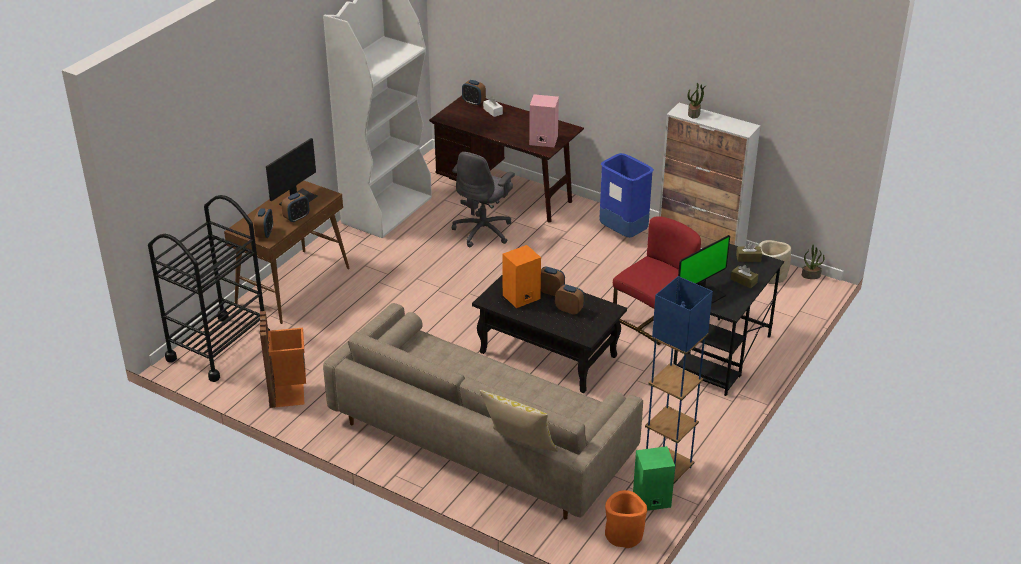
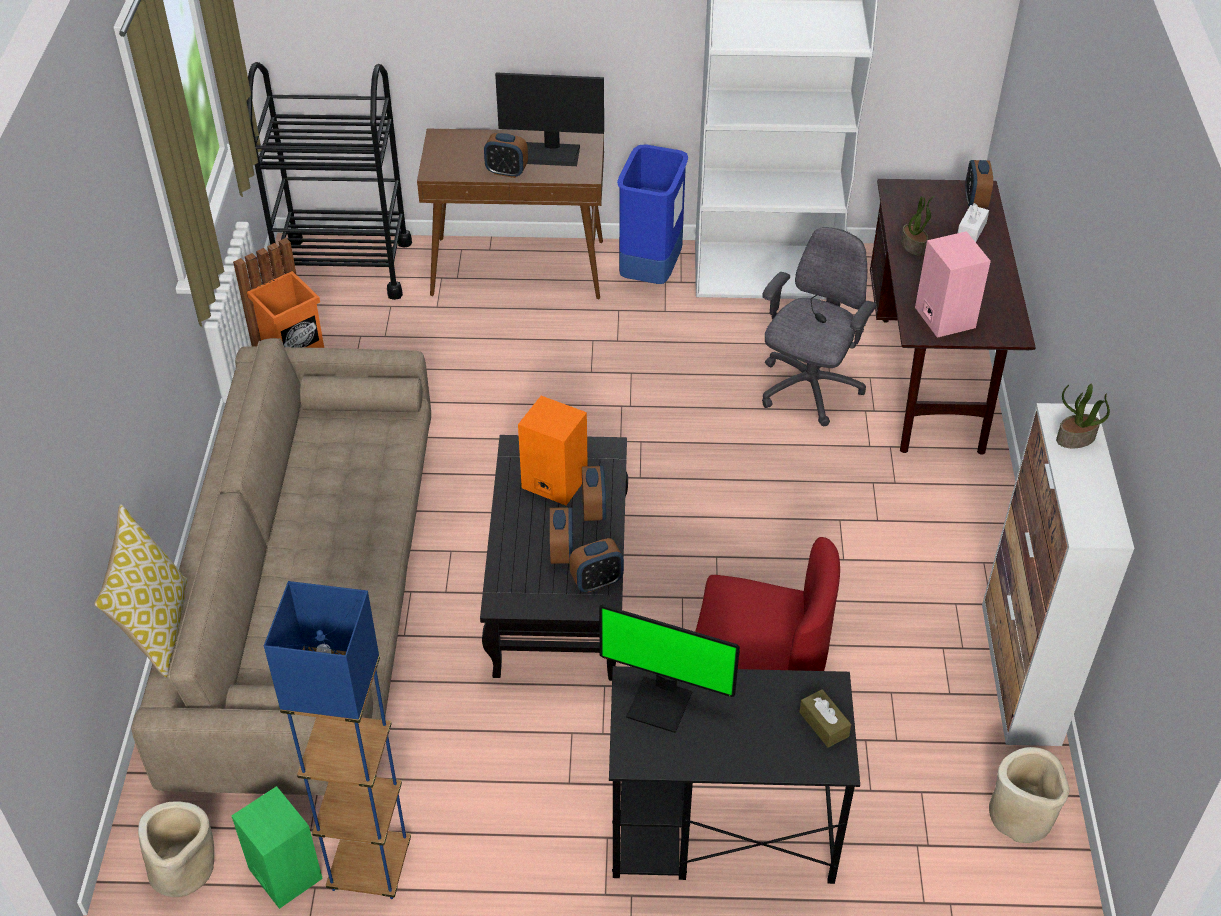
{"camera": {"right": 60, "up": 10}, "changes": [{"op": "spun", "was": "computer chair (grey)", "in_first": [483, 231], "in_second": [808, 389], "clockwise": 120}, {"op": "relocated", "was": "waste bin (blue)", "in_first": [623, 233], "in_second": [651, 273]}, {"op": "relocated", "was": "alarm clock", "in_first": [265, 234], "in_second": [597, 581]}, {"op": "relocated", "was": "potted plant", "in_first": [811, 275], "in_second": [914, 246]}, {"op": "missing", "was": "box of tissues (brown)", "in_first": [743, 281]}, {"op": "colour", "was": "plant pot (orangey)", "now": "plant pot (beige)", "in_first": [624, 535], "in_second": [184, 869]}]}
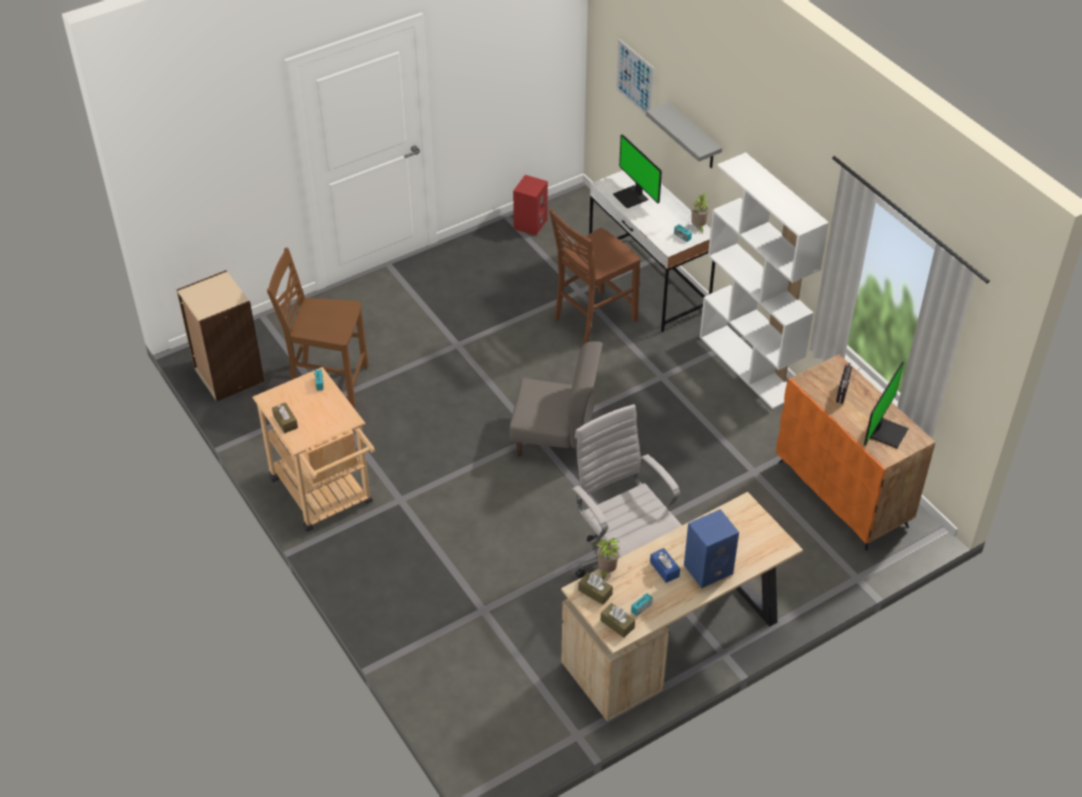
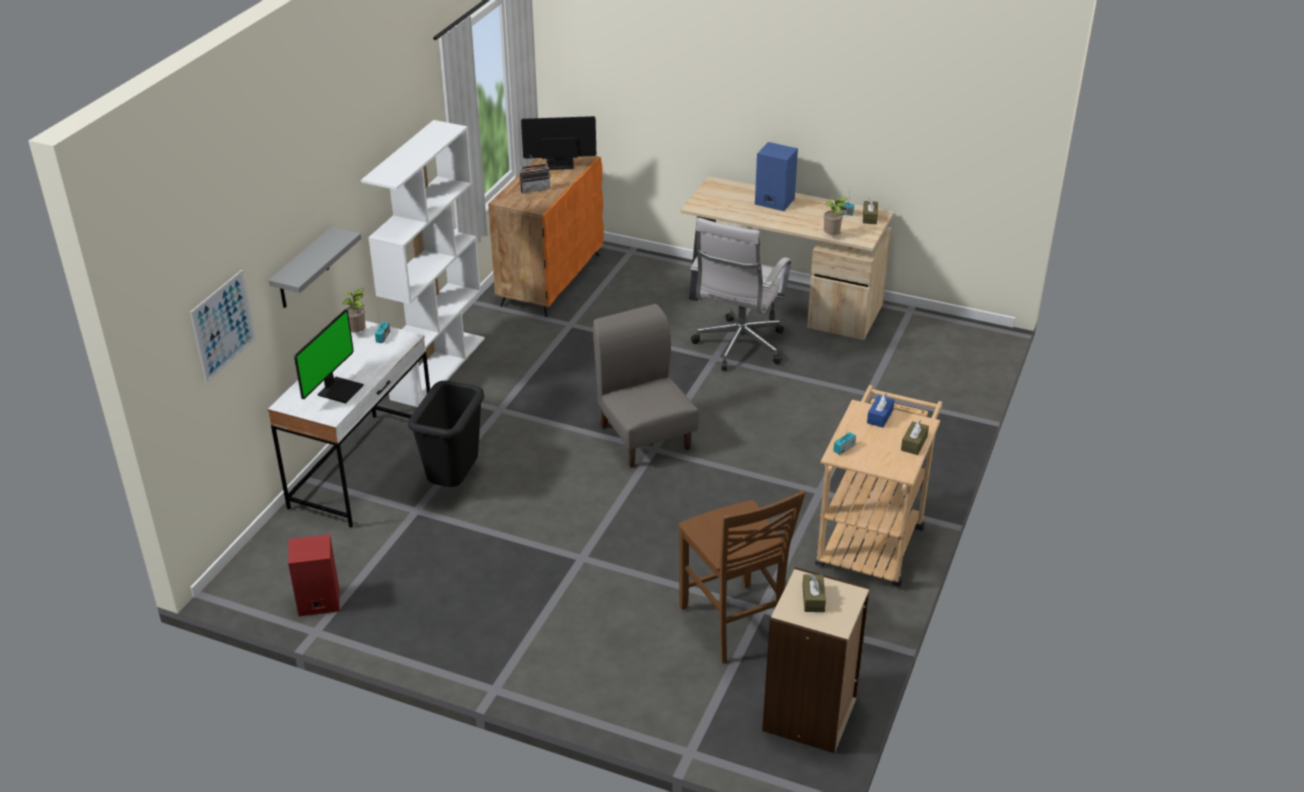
{"camera": {"right": -125, "up": -10}, "changes": [{"op": "exchanged", "was": "plain chair (brown)", "now": "waste bin (blackish)", "in_first": [593, 319], "in_second": [454, 483]}, {"op": "relocated", "was": "box of tissues (blue)", "in_first": [664, 569], "in_second": [880, 416]}, {"op": "relocated", "was": "box of tissues (brown)", "in_first": [595, 592], "in_second": [813, 599]}]}
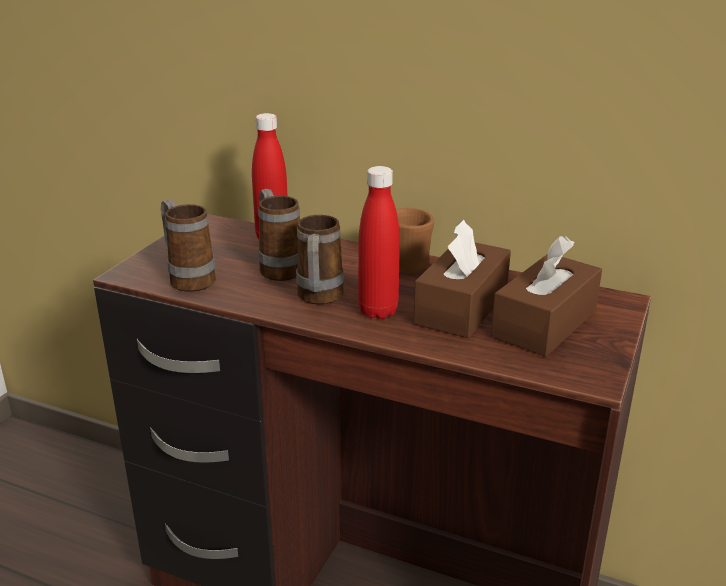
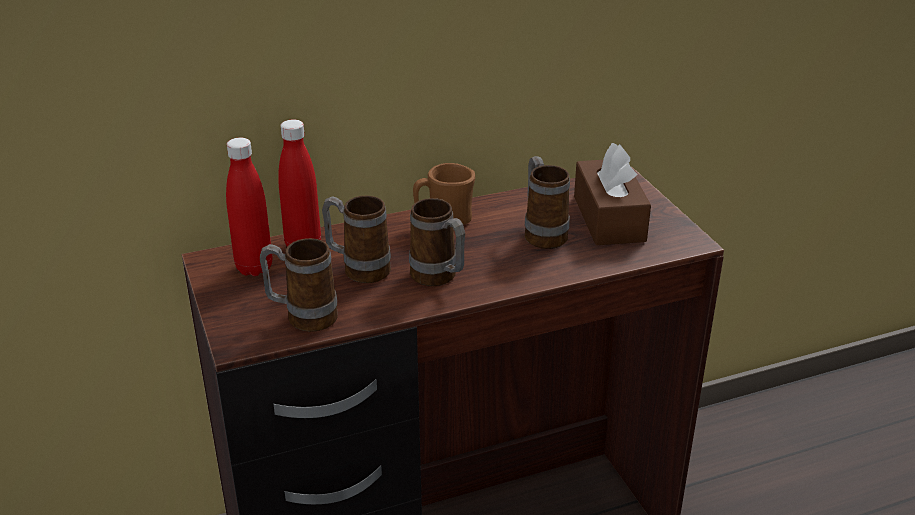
{"camera": {"right": -45, "up": 5}, "changes": [{"op": "relocated", "was": "bottle (red-coloured)", "in_first": [378, 311], "in_second": [254, 268]}, {"op": "exchanged", "was": "box of tissues (brown)", "now": "mug", "in_first": [461, 307], "in_second": [542, 233]}]}
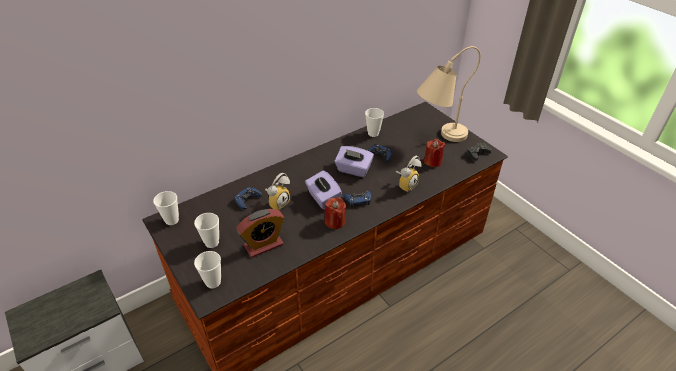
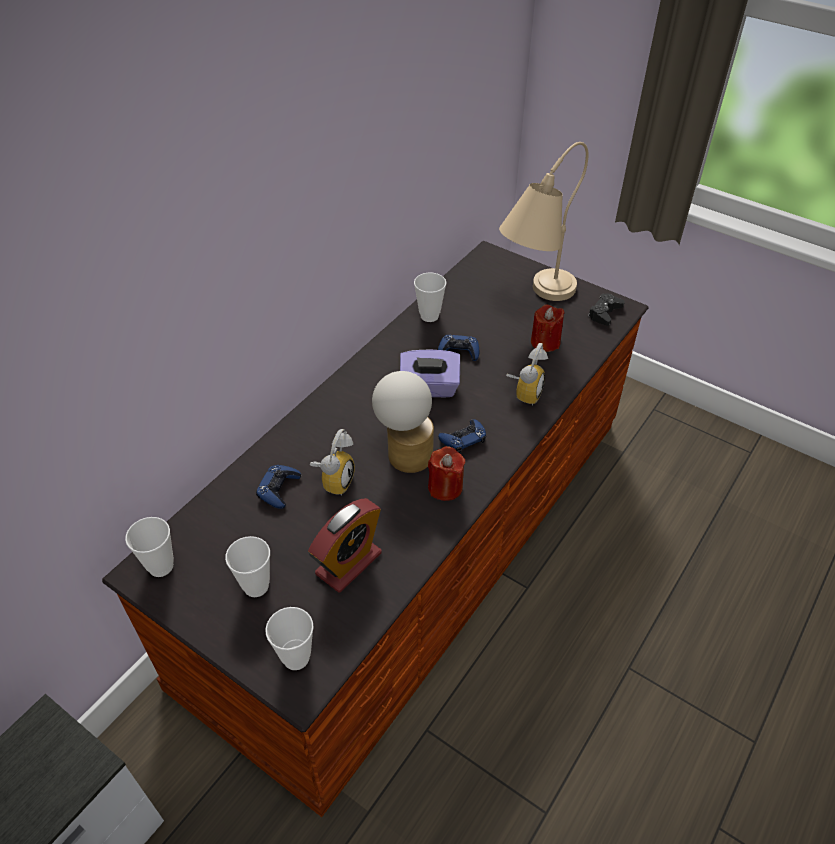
{"camera": {"right": -20, "up": 5}, "changes": [{"op": "exchanged", "was": "box of tissues (purplish)", "now": "table lamp", "in_first": [323, 198], "in_second": [405, 451]}]}
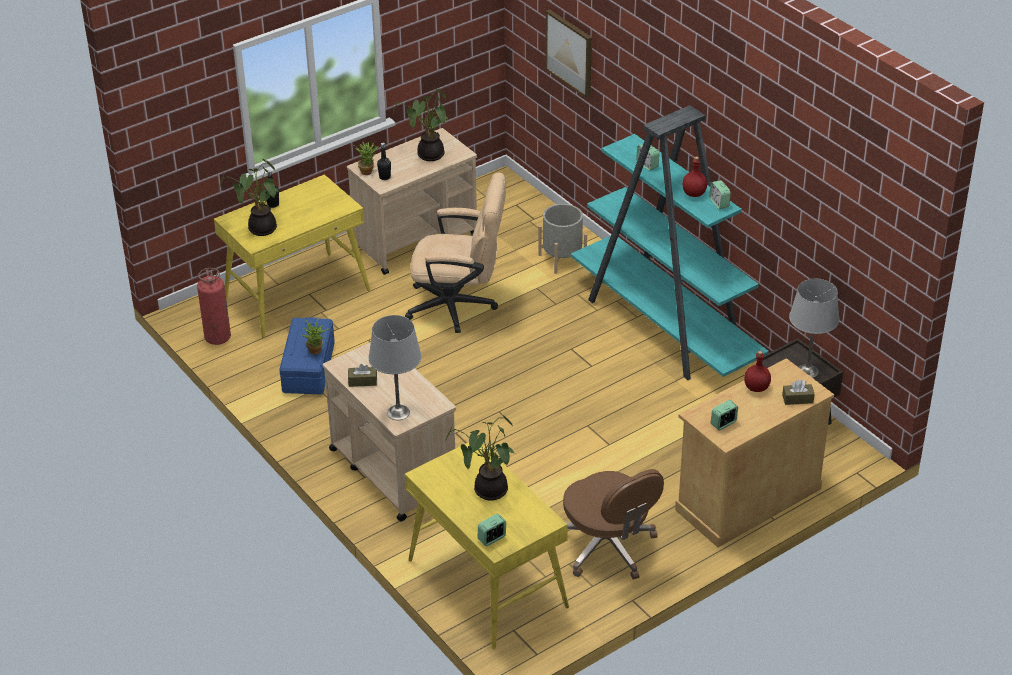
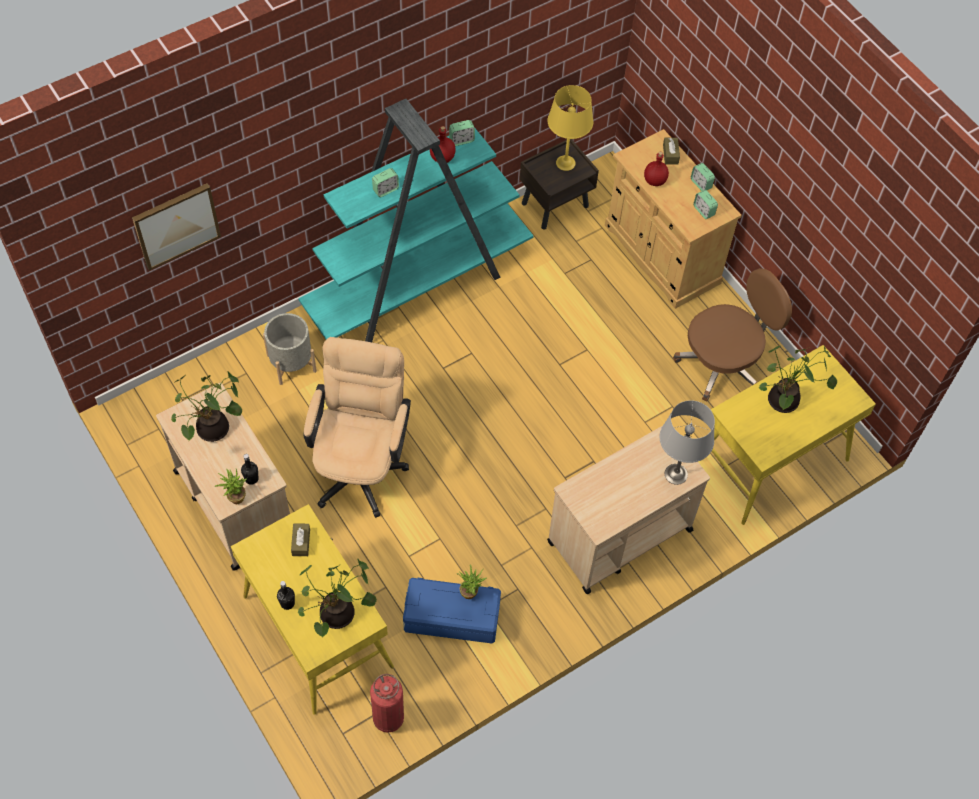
{"camera": {"right": -90, "up": 20}, "changes": [{"op": "colour", "was": "table lamp (grey)", "now": "table lamp (yellowish)", "in_first": [808, 371], "in_second": [565, 163]}, {"op": "relocated", "was": "box of tissues (brown)", "in_first": [362, 381], "in_second": [301, 542]}, {"op": "relocated", "was": "alarm clock", "in_first": [492, 538], "in_second": [701, 184]}]}
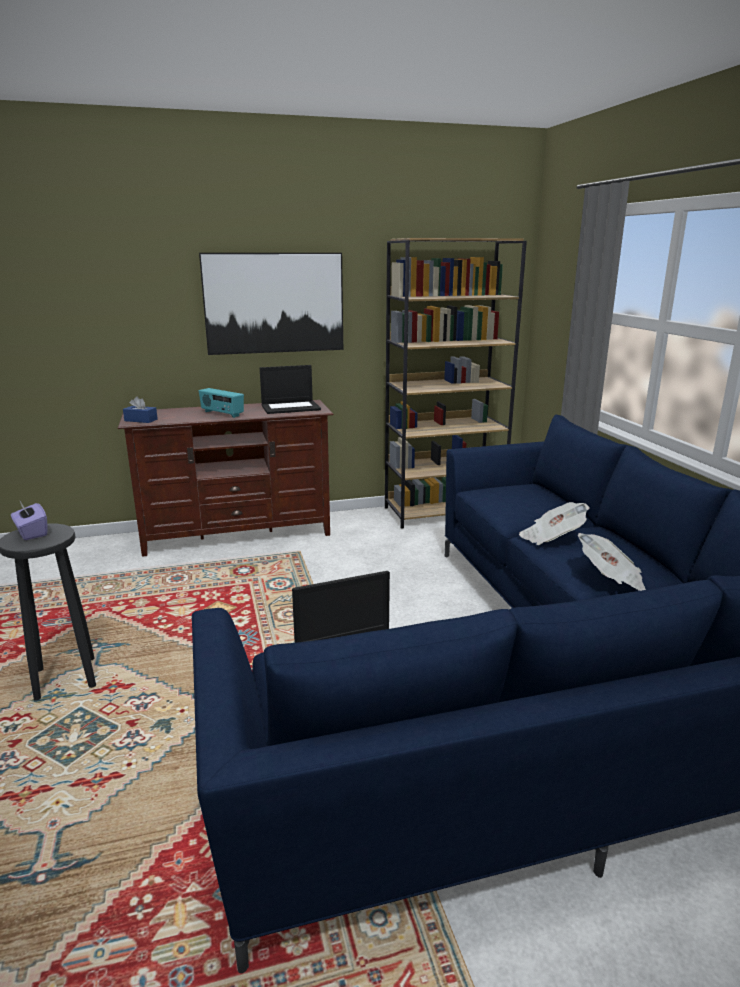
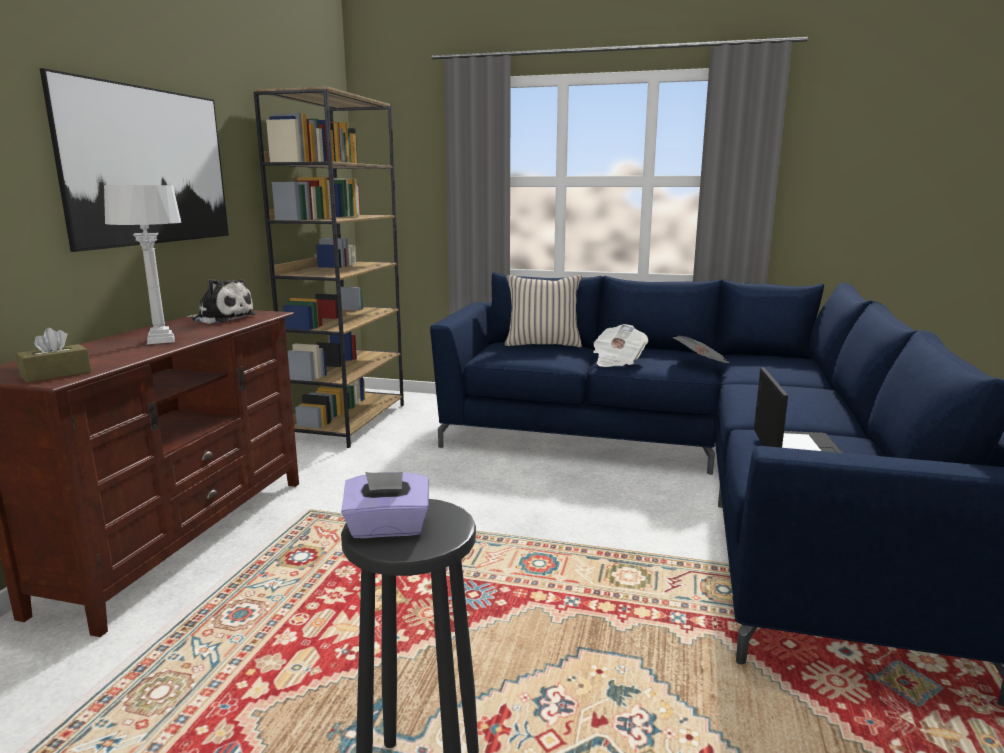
{"camera": {"right": -60, "up": -5}, "changes": [{"op": "exchanged", "was": "notebook computer", "now": "cuddly toy", "in_first": [291, 407], "in_second": [222, 318]}, {"op": "exchanged", "was": "radio set", "now": "table lamp (grey)", "in_first": [222, 414], "in_second": [160, 340]}, {"op": "colour", "was": "box of tissues (blue)", "now": "box of tissues (brown)", "in_first": [141, 420], "in_second": [56, 374]}, {"op": "appeared", "now": "pillow (beige)", "in_second": [543, 344]}]}
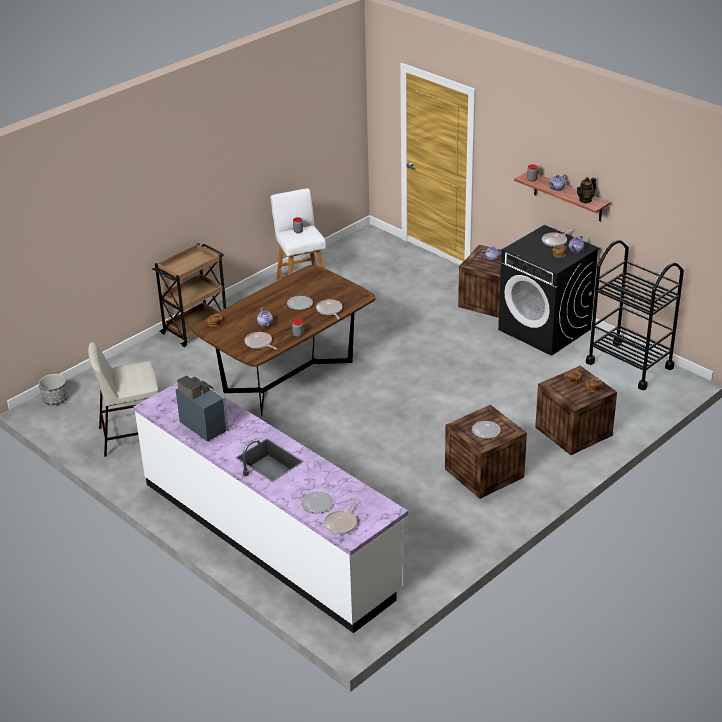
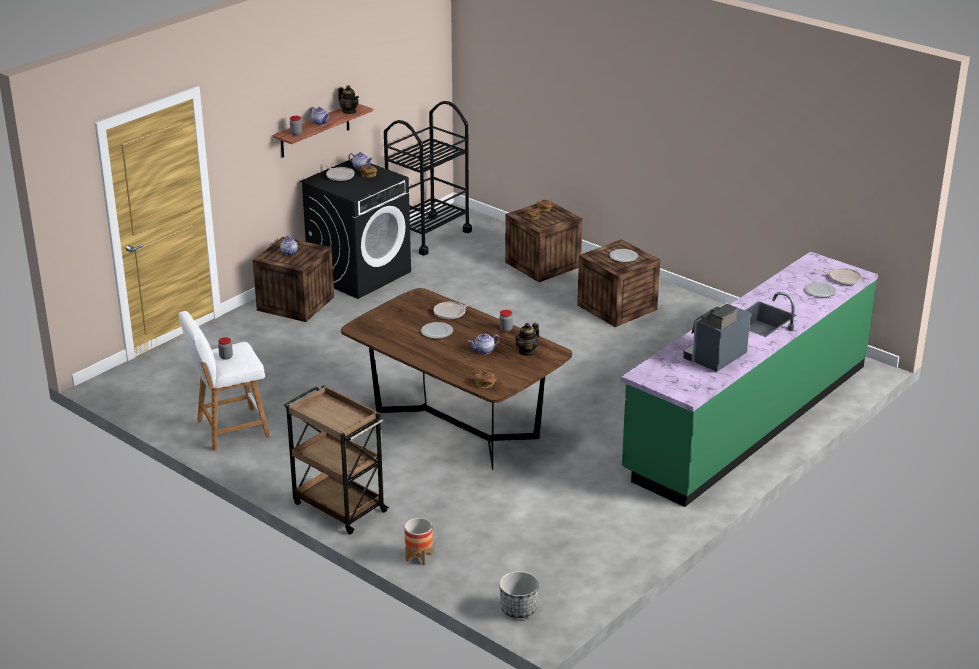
{"camera": {"right": -95, "up": -5}, "changes": [{"op": "exchanged", "was": "pan", "now": "tea pot", "in_first": [259, 343], "in_second": [527, 352]}, {"op": "missing", "was": "sitting stool (beige)", "in_first": [133, 436]}, {"op": "colour", "was": "kitchen base unit (white)", "now": "kitchen base unit (greenish)", "in_first": [270, 536], "in_second": [747, 418]}, {"op": "appeared", "now": "plant pot", "in_second": [419, 557]}]}
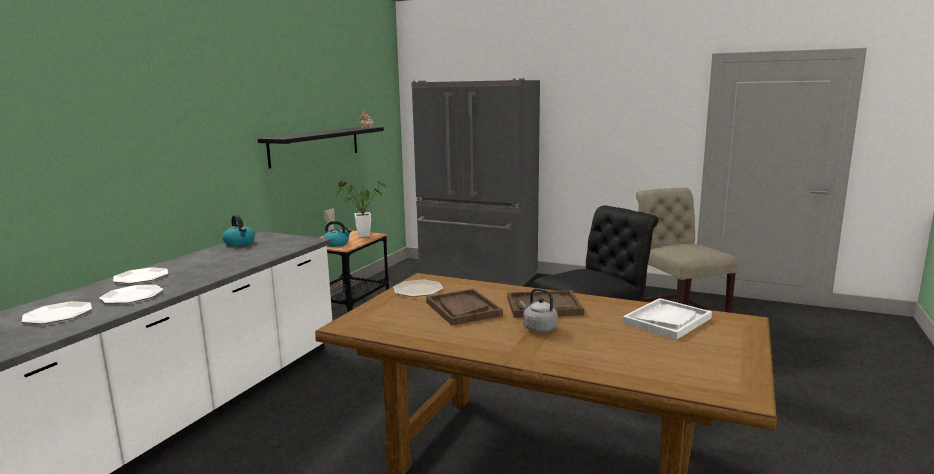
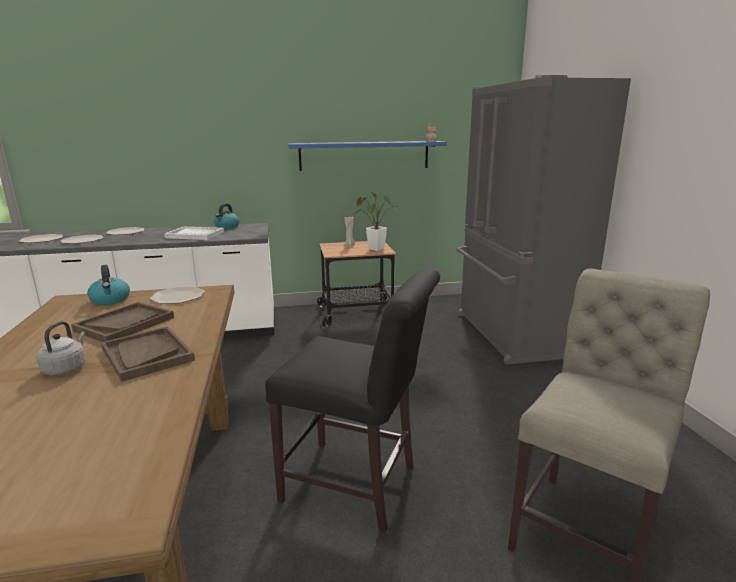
{"camera": {"right": 55, "up": 5}, "changes": [{"op": "colour", "was": "shelf (blackish)", "now": "shelf (blue)", "in_first": [315, 146], "in_second": [364, 155]}, {"op": "relocated", "was": "tea kettle", "in_first": [337, 244], "in_second": [110, 300]}, {"op": "relocated", "was": "tray (white)", "in_first": [667, 320], "in_second": [195, 235]}]}
